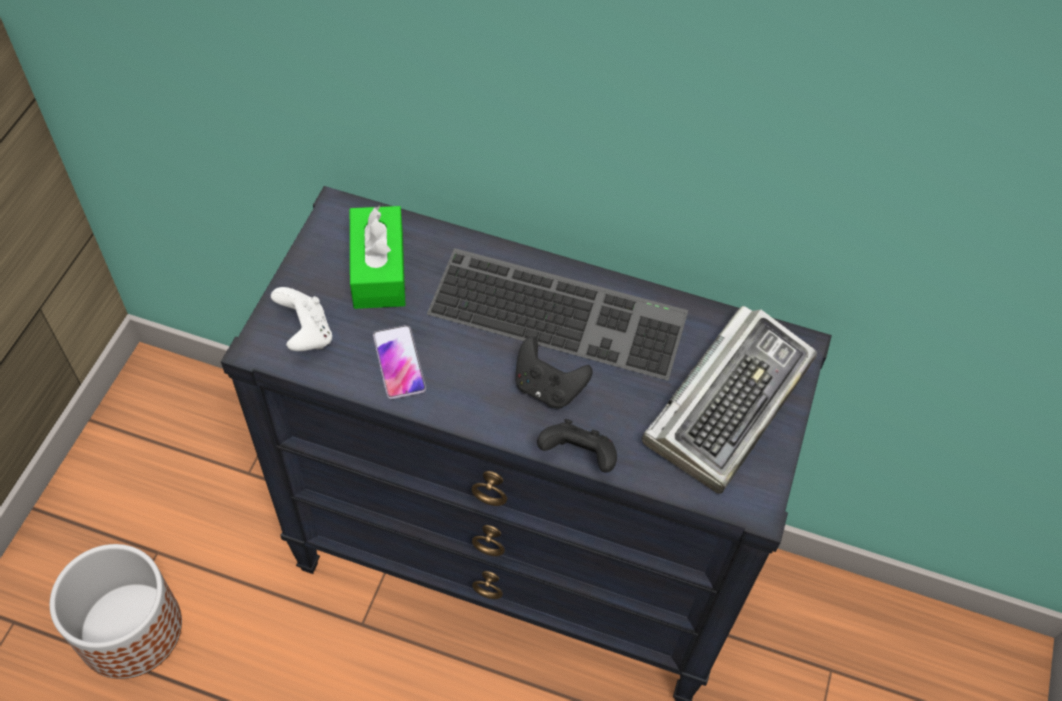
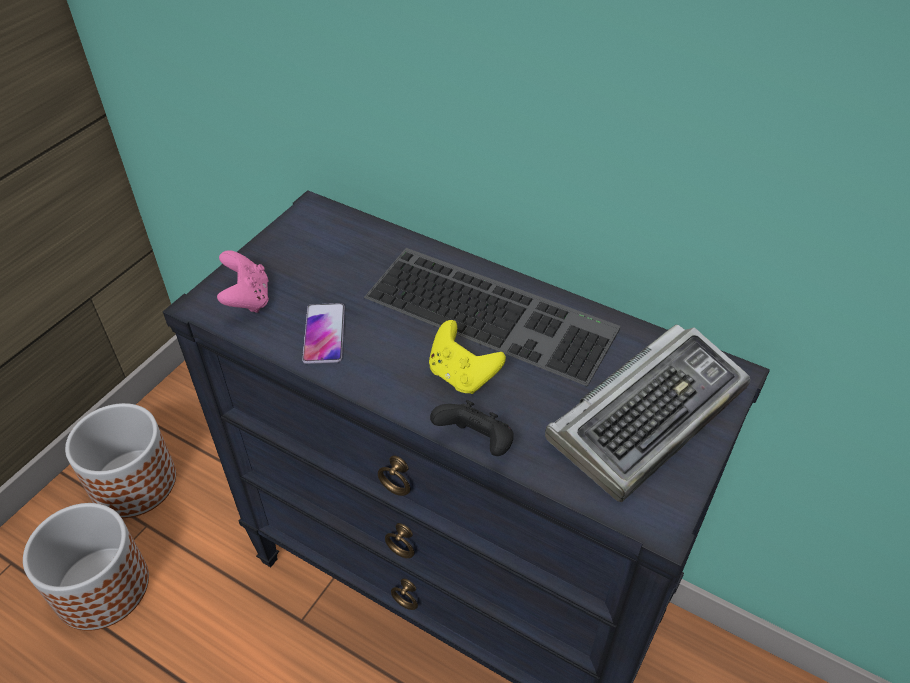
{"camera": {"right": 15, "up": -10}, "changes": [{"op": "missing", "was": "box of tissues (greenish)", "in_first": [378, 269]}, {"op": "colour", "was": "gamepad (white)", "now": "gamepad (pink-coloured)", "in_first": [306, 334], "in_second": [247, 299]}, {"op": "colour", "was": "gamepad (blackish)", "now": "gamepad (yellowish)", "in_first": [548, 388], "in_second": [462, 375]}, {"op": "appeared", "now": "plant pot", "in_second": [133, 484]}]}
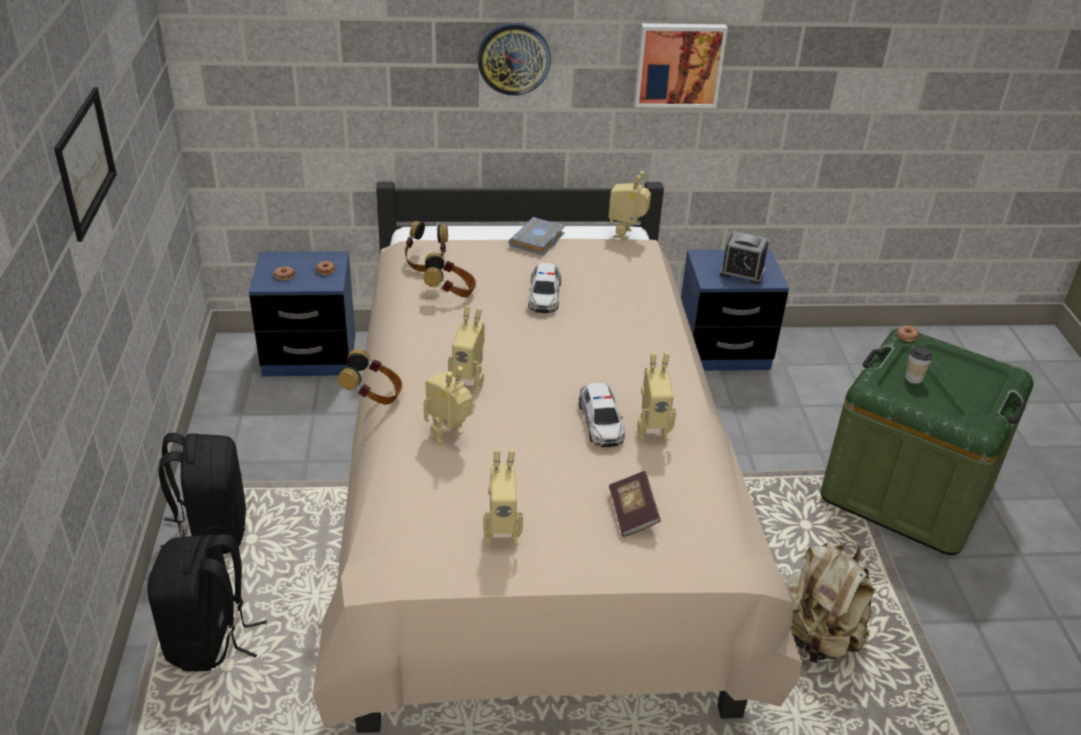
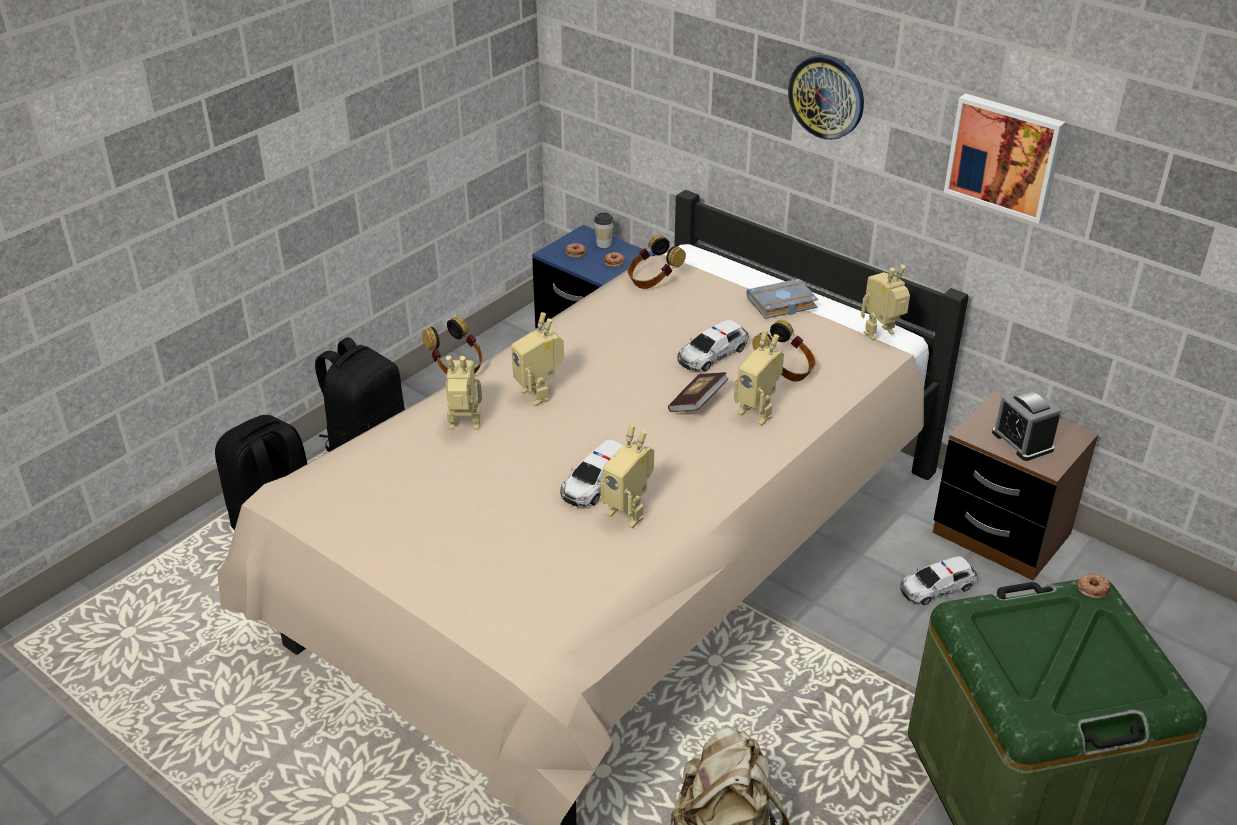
{"camera": {"right": 45, "up": 0}, "changes": [{"op": "missing", "was": "wall picture", "in_first": [85, 162]}, {"op": "colour", "was": "nightstand (blue)", "now": "nightstand (brown)", "in_first": [722, 351], "in_second": [1001, 534]}, {"op": "relocated", "was": "headset", "in_first": [450, 292], "in_second": [785, 370]}, {"op": "relocated", "was": "small cup", "in_first": [913, 378], "in_second": [604, 244]}, {"op": "relocated", "was": "robot figure", "in_first": [502, 533], "in_second": [758, 413]}, {"op": "relocated", "was": "bound book", "in_first": [632, 513], "in_second": [697, 403]}, {"op": "appeared", "now": "model car", "in_second": [936, 587]}]}
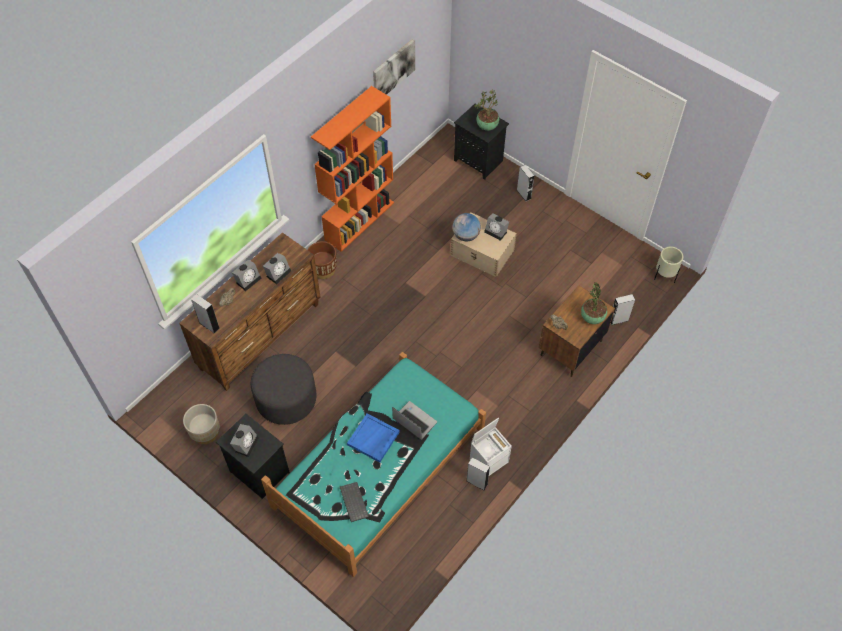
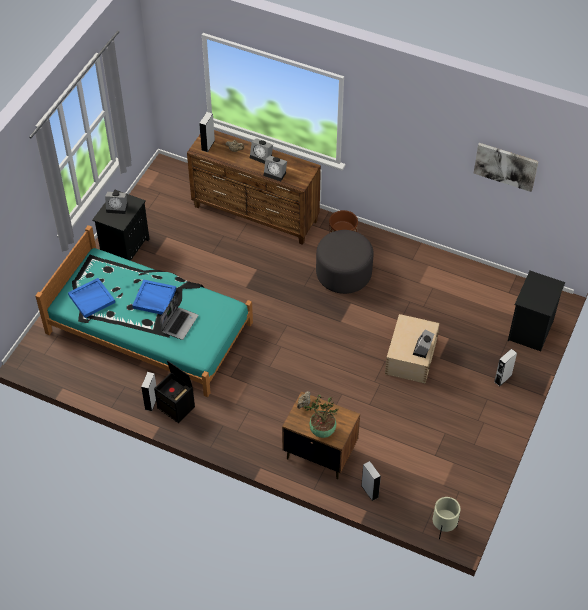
{"camera": {"right": 75, "up": -5}, "changes": [{"op": "missing", "was": "bookshelf (orangey)", "in_first": [359, 220]}, {"op": "missing", "was": "potted plant", "in_first": [486, 127]}, {"op": "missing", "was": "world globe", "in_first": [466, 236]}, {"op": "relocated", "was": "ottoman (grey)", "in_first": [286, 399], "in_second": [343, 274]}, {"op": "missing", "was": "plant pot (beige)", "in_first": [205, 432]}, {"op": "colour", "was": "storage bin (white)", "now": "storage bin (blackish)", "in_first": [489, 459], "in_second": [177, 407]}, {"op": "exchanged", "was": "keyboard", "now": "tray (blue)", "in_first": [353, 502], "in_second": [92, 298]}]}
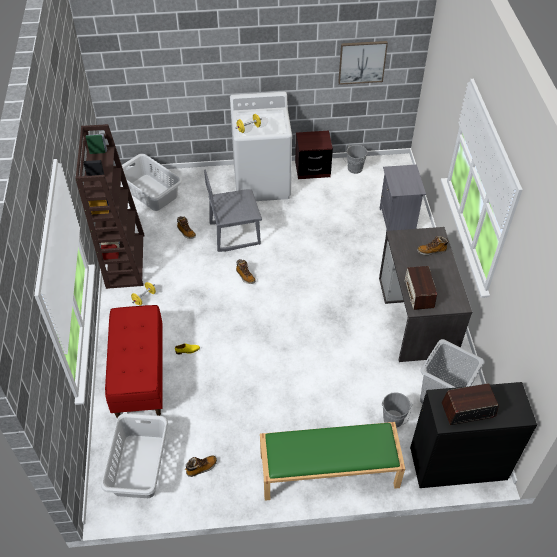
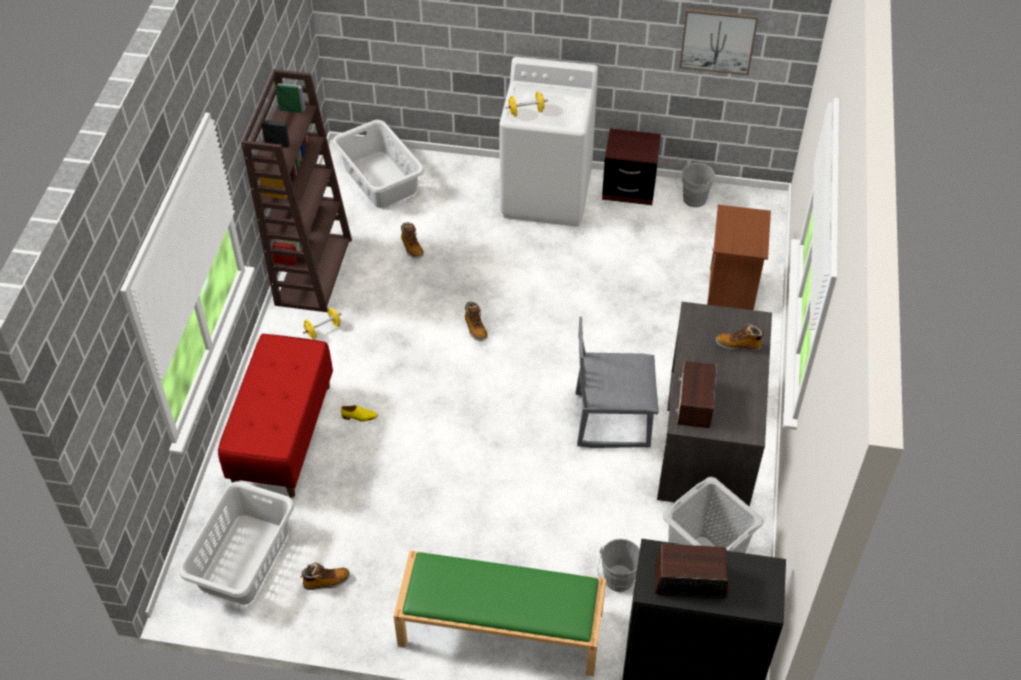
{"camera": {"right": 15, "up": 0}, "changes": [{"op": "colour", "was": "nightstand (grey)", "now": "nightstand (brown)", "in_first": [398, 220], "in_second": [732, 290]}, {"op": "relocated", "was": "plain chair (grey)", "in_first": [234, 233], "in_second": [612, 419]}]}
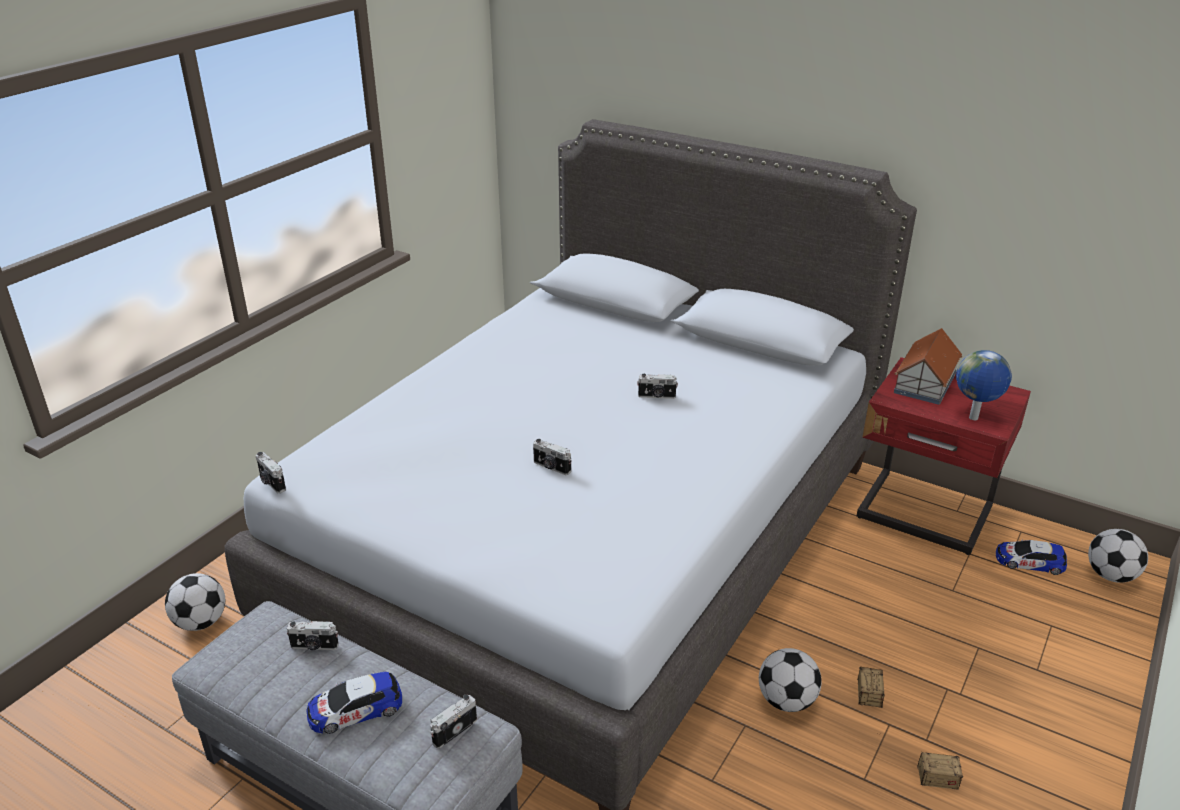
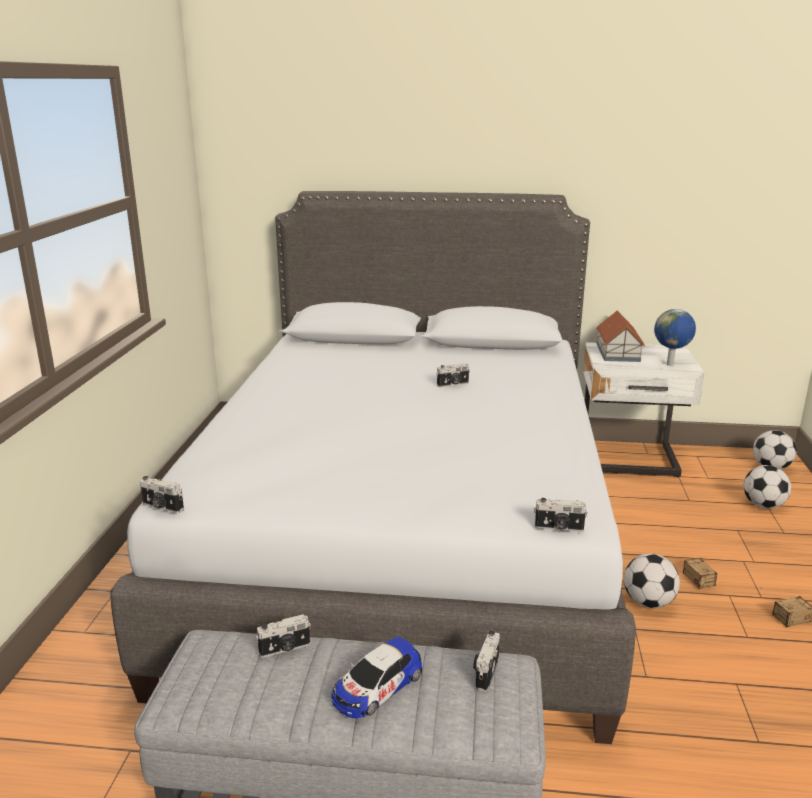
{"camera": {"right": -25, "up": -10}, "changes": [{"op": "colour", "was": "nightstand (red-coloured)", "now": "nightstand (white)", "in_first": [924, 515], "in_second": [629, 461]}, {"op": "relocated", "was": "still camera", "in_first": [551, 467], "in_second": [559, 528]}, {"op": "missing", "was": "model car", "in_first": [1029, 562]}, {"op": "relocated", "was": "football", "in_first": [201, 622], "in_second": [763, 505]}]}
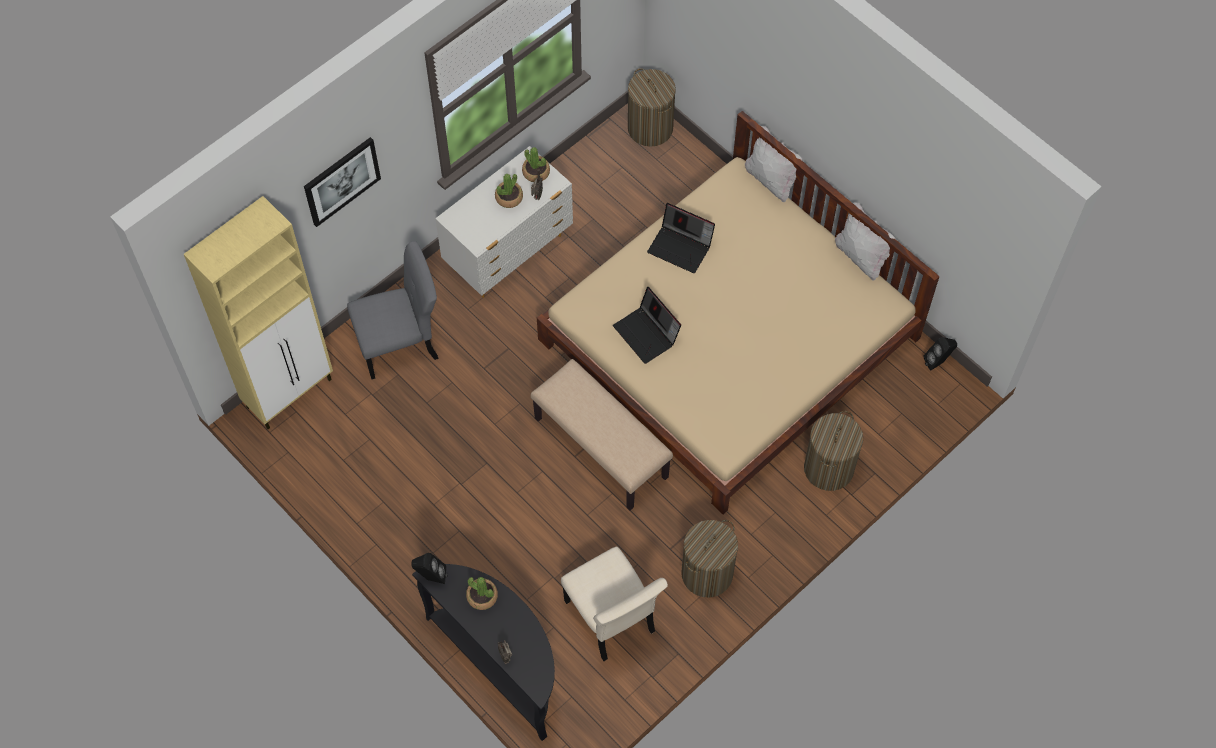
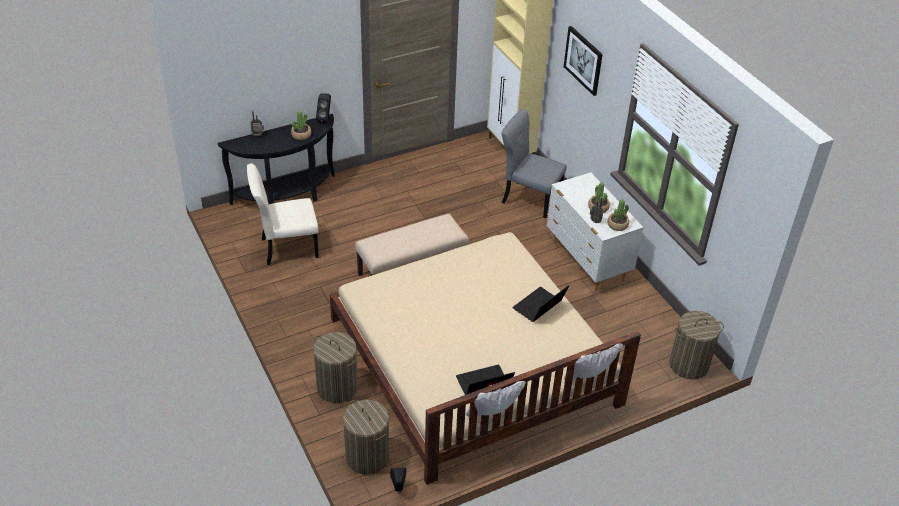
{"camera": {"right": 105, "up": -20}, "changes": [{"op": "spun", "was": "plain chair (grey)", "in_first": [401, 345], "in_second": [529, 198], "clockwise": 120}, {"op": "relocated", "was": "notebook computer", "in_first": [647, 334], "in_second": [483, 385]}, {"op": "relocated", "was": "washing basket", "in_first": [707, 573], "in_second": [367, 457]}]}
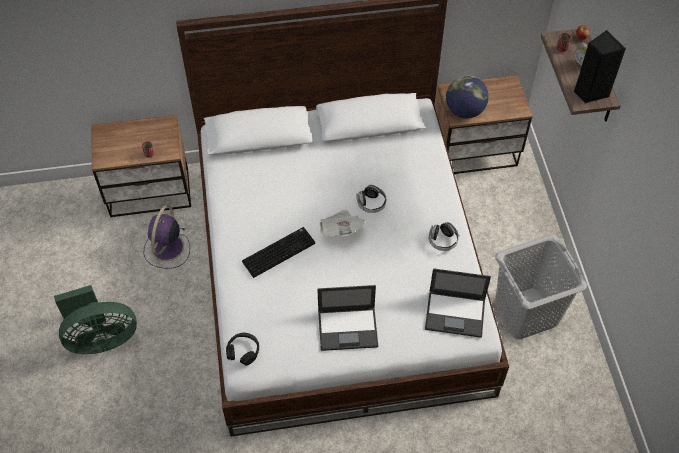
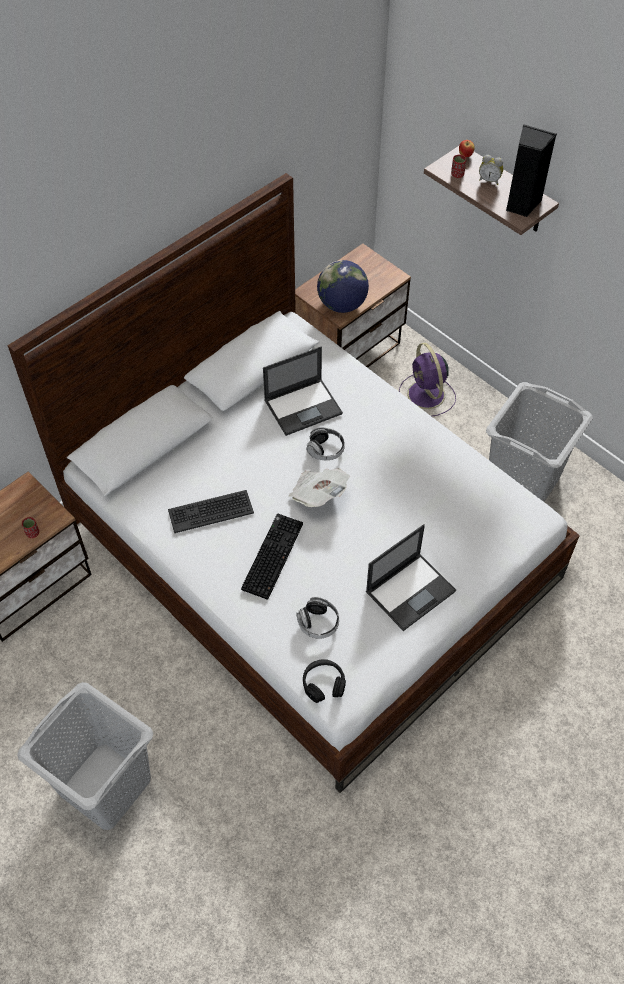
{"camera": {"right": -35, "up": 0}, "changes": [{"op": "relocated", "was": "cooling fan (purplish)", "in_first": [167, 248], "in_second": [427, 396]}, {"op": "relocated", "was": "headset", "in_first": [442, 241], "in_second": [318, 623]}, {"op": "relocated", "was": "notebook computer", "in_first": [456, 314], "in_second": [304, 406]}, {"op": "exchanged", "was": "cooling fan (greenish)", "now": "washing basket (grey)", "in_first": [101, 338], "in_second": [105, 784]}, {"op": "appeared", "now": "keyboard", "in_second": [210, 511]}]}
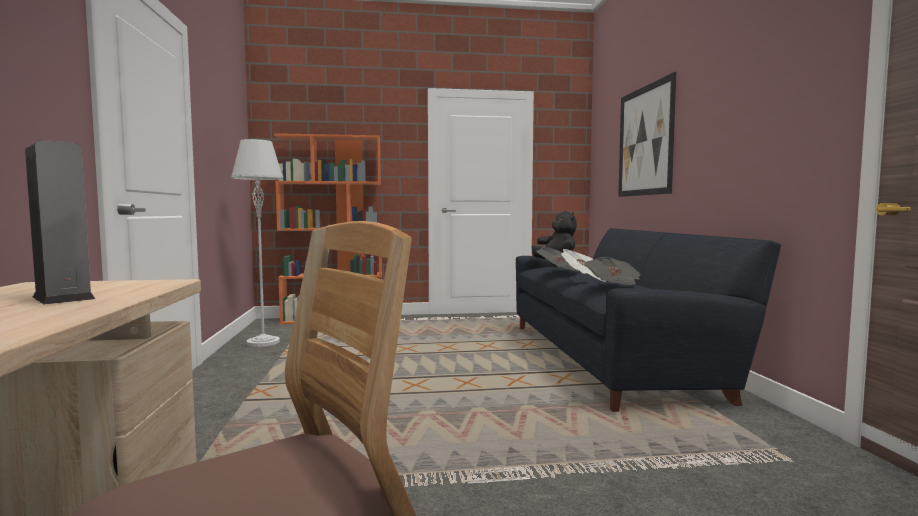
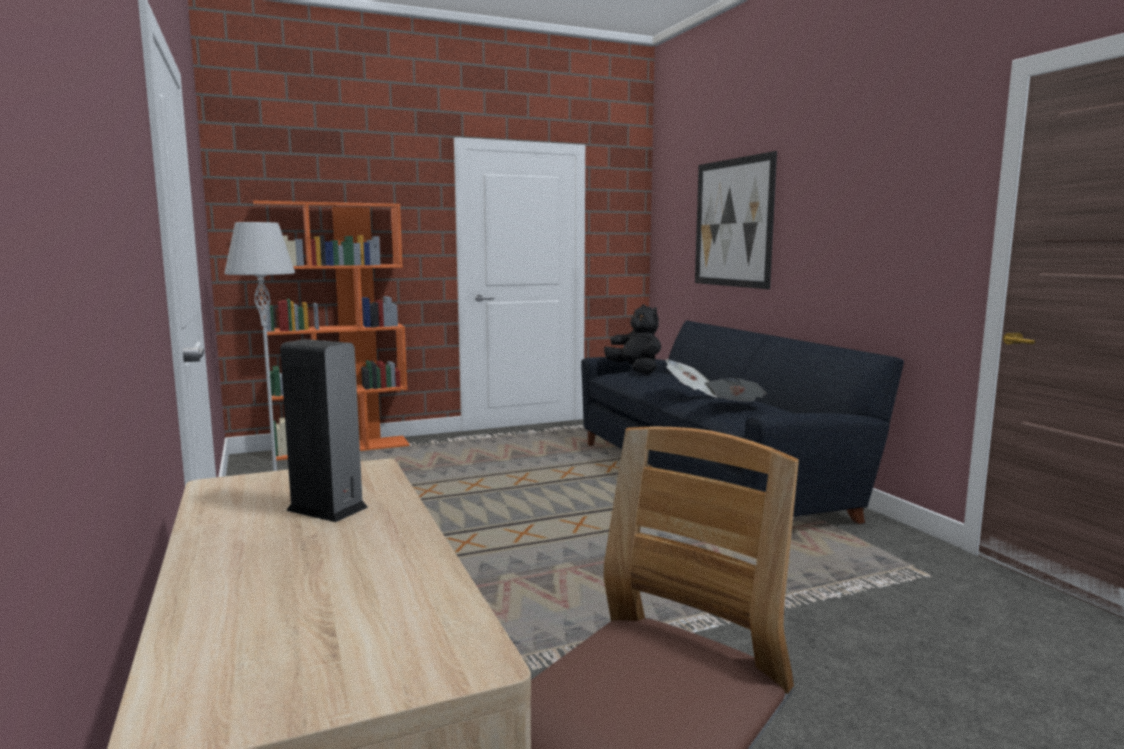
{"camera": {"right": -15, "up": 5}, "changes": [{"op": "missing", "was": "newspaper", "in_first": [559, 271]}]}
